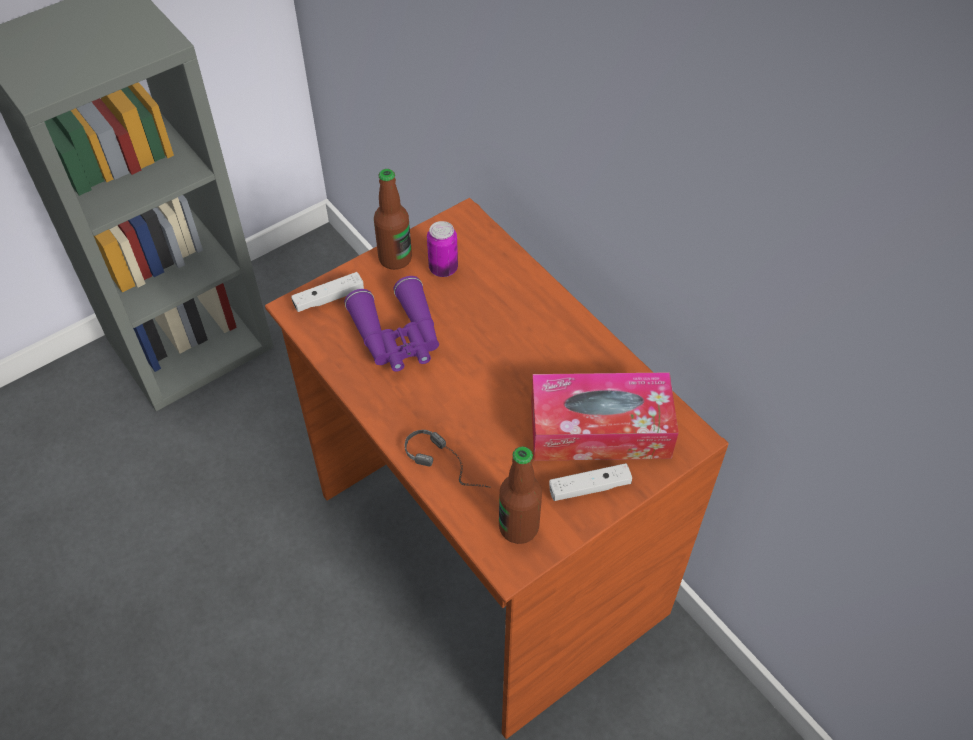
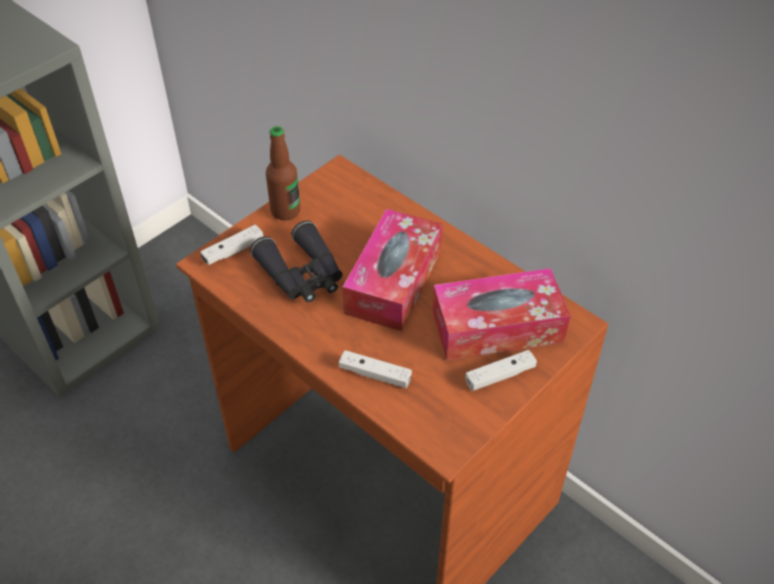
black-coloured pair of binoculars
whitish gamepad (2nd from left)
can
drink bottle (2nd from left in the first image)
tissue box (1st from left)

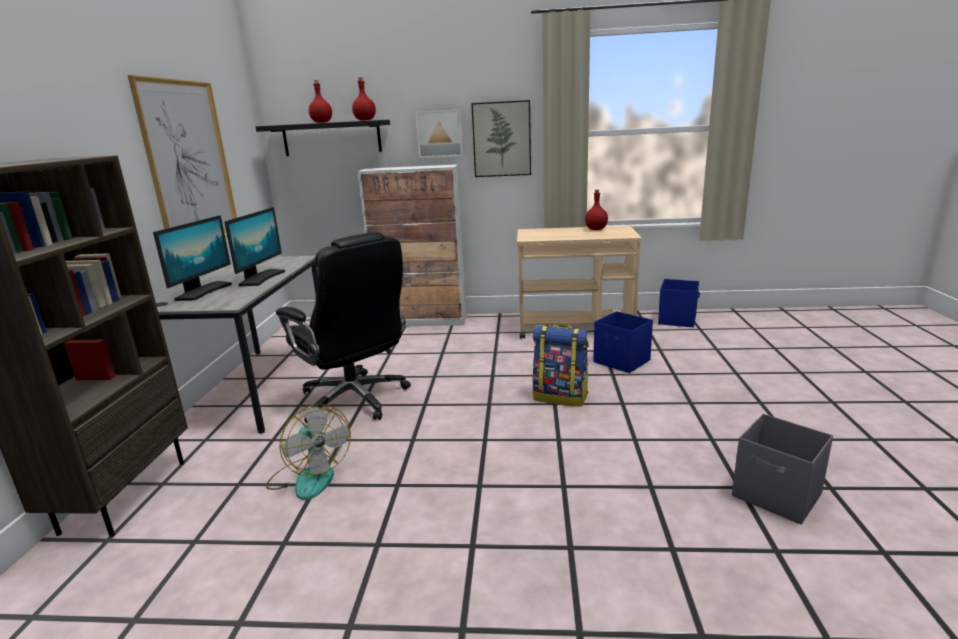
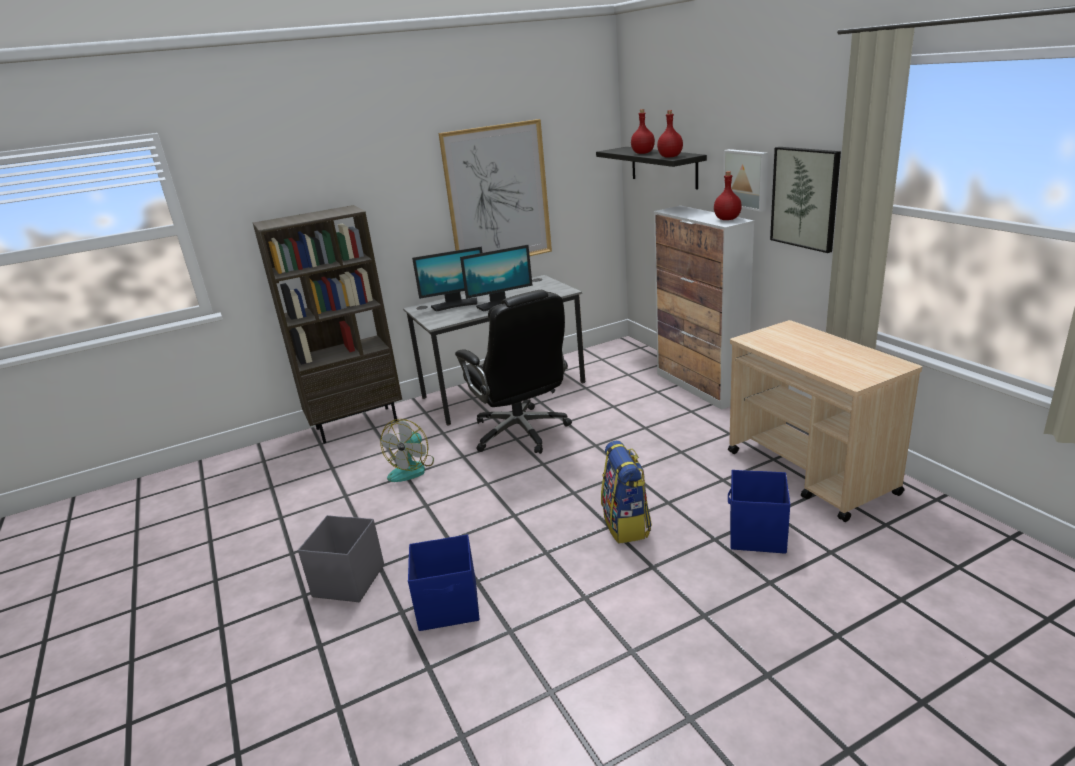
black-coloured computer chair
red drink bottle (3rd from left)
blue-coloured storage bin (1st from left)
greyish storage bin

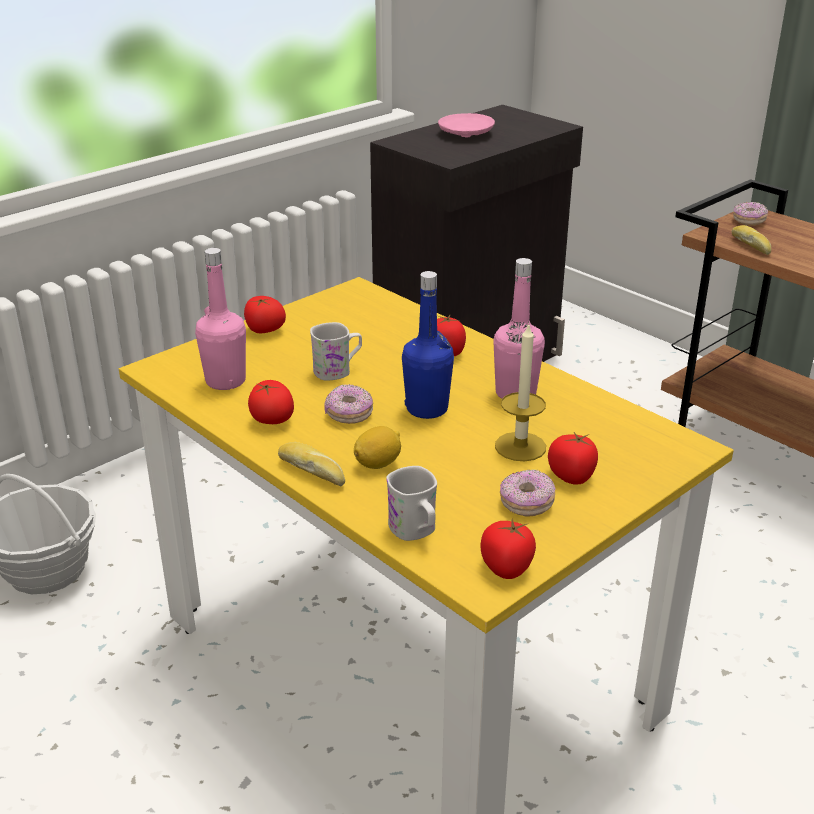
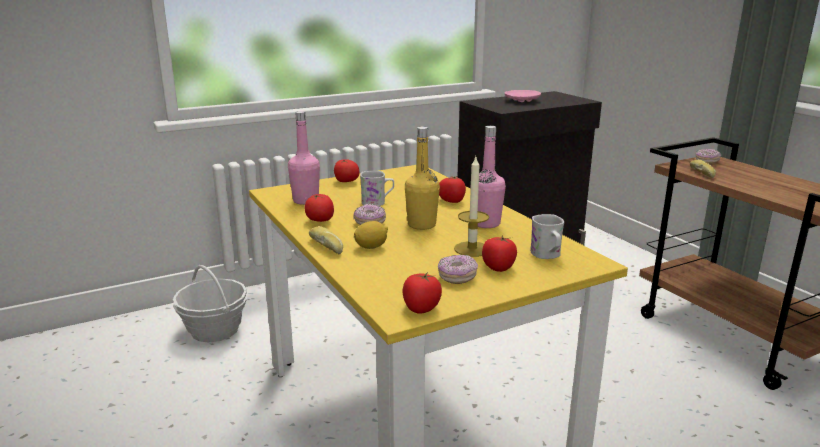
whitish tea mug (2nd from left)
yellowish drink bottle

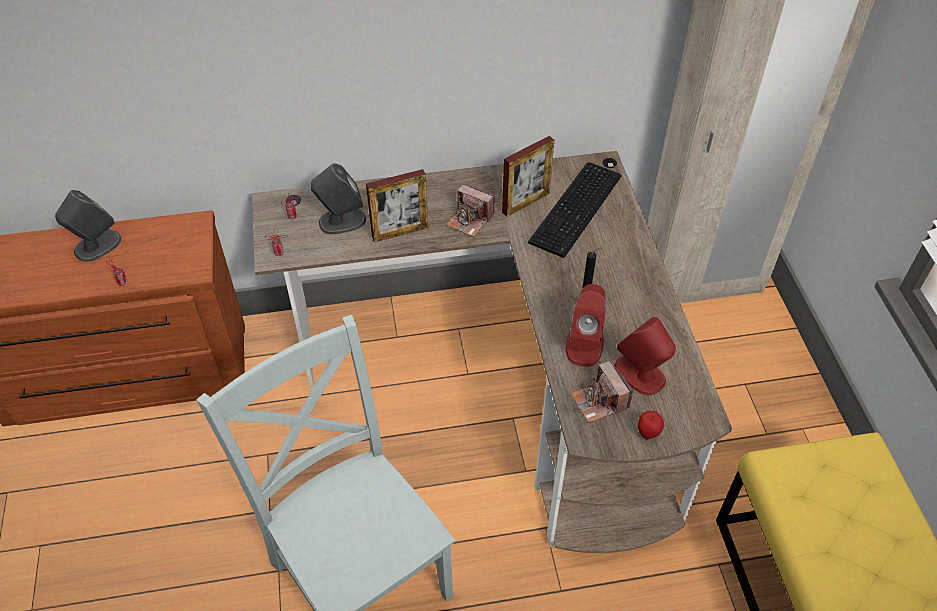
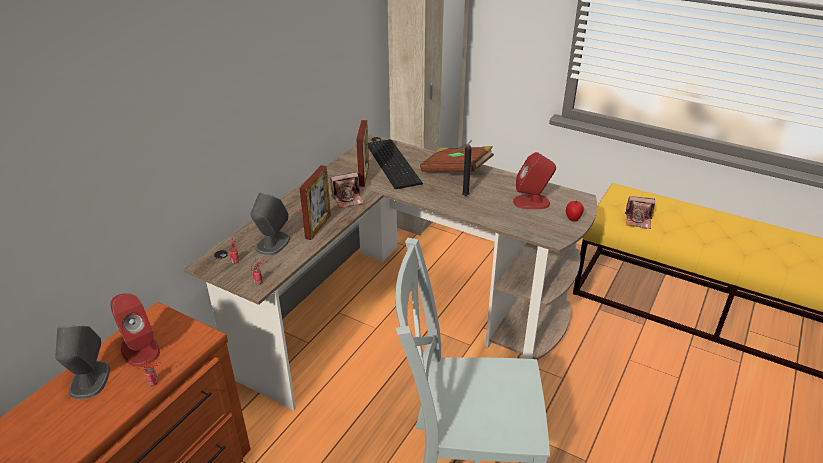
red loudspeaker (1st from left)
still camera (2nd from left)
brownish volume

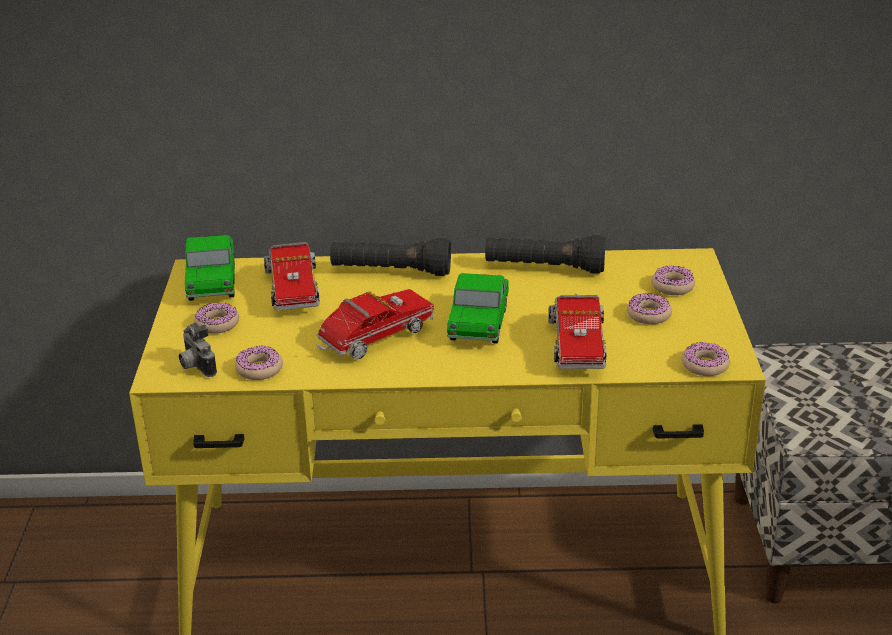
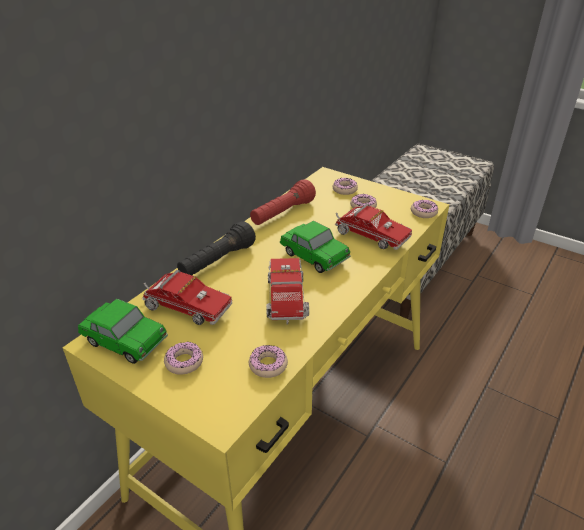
still camera
red flashlight

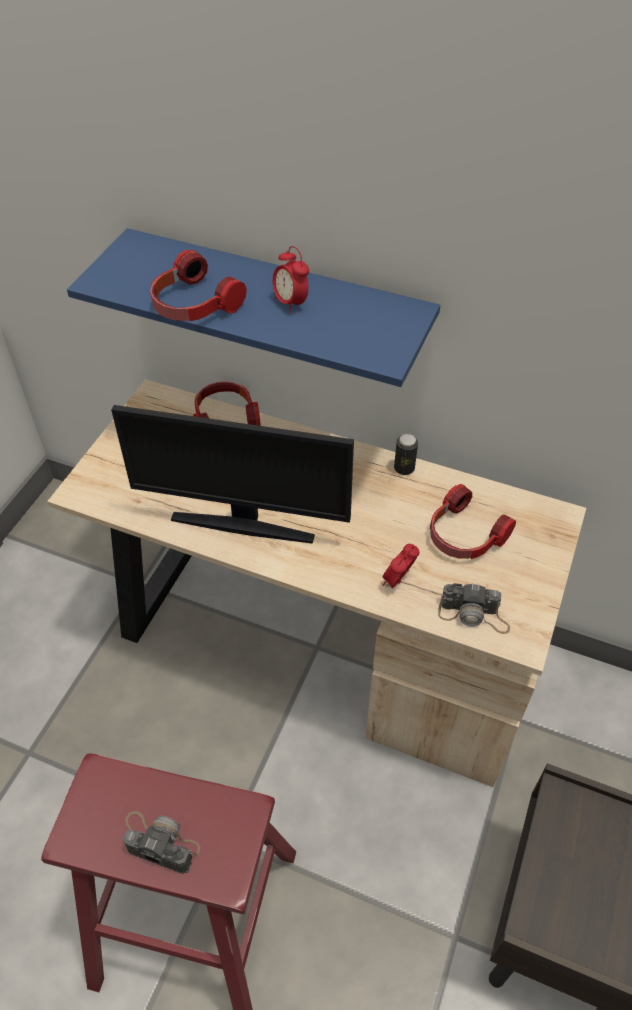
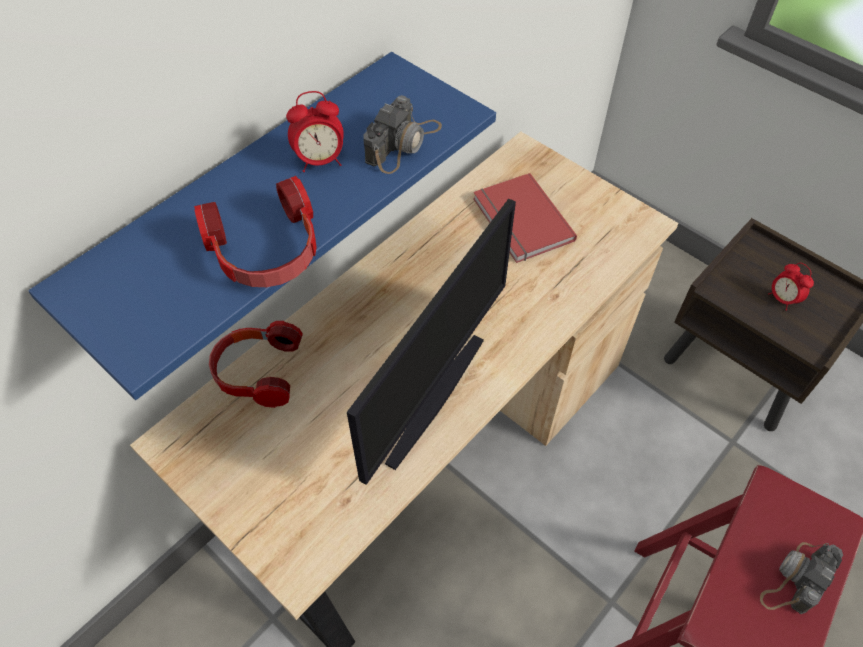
bedside clock (2nd from left)
can
red volume
still camera (1st from left)

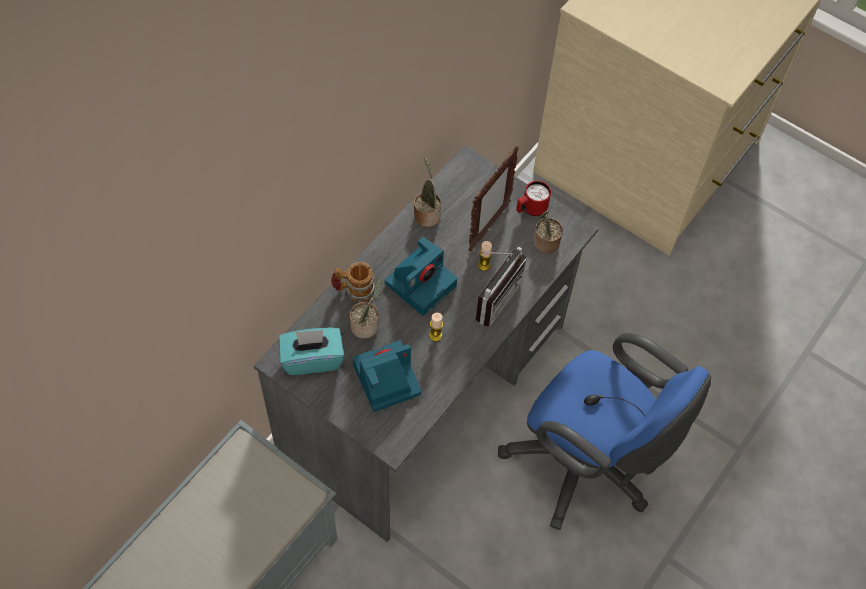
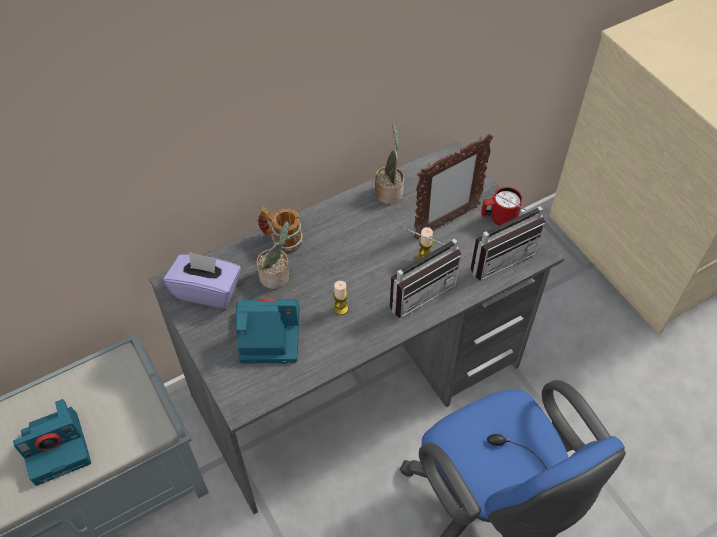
purplish tissue box
still camera (1st from left)
radio (2nd from left)

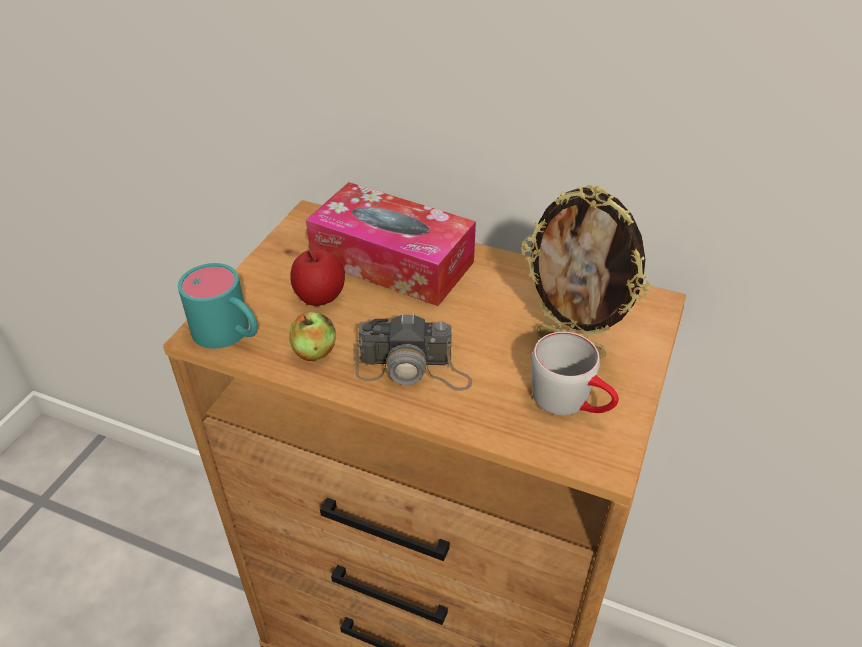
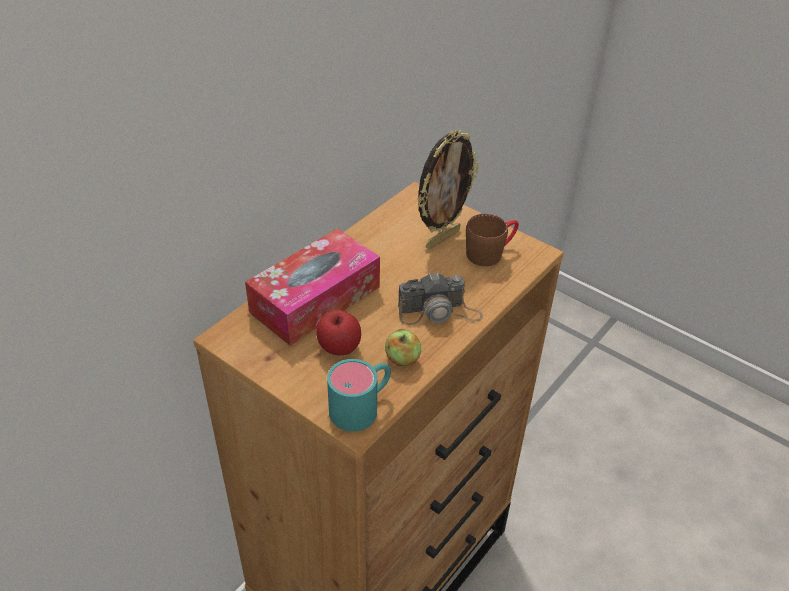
still camera
brownish tea mug

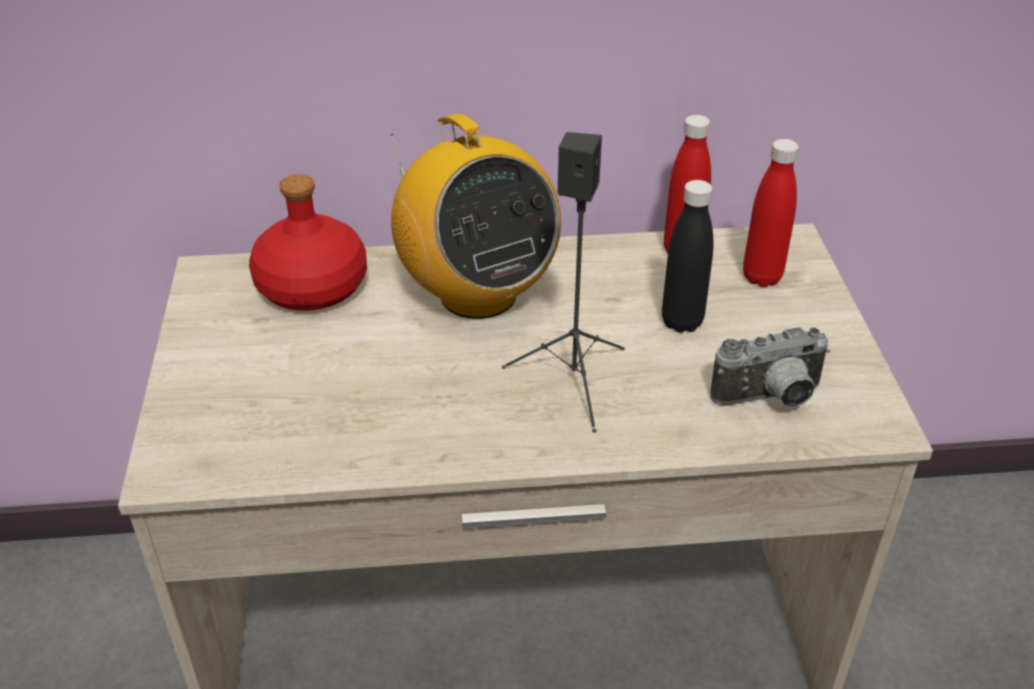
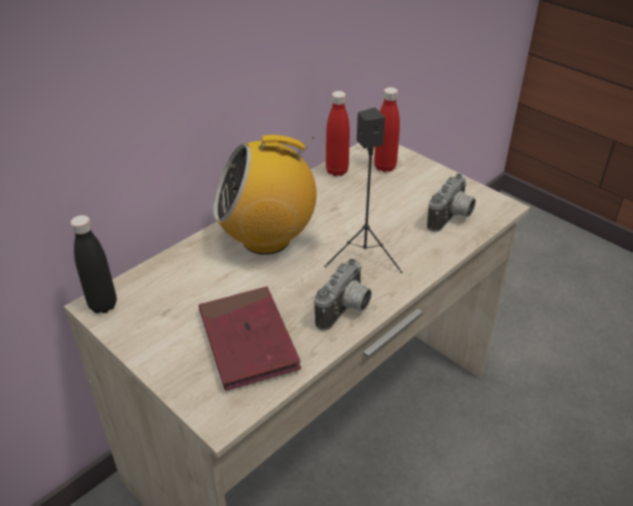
red drink bottle (1st from left in the first image)
radio
black-coloured drink bottle
red volume
still camera (1st from left)

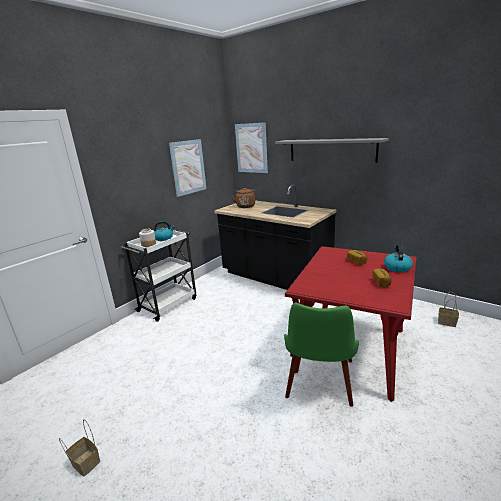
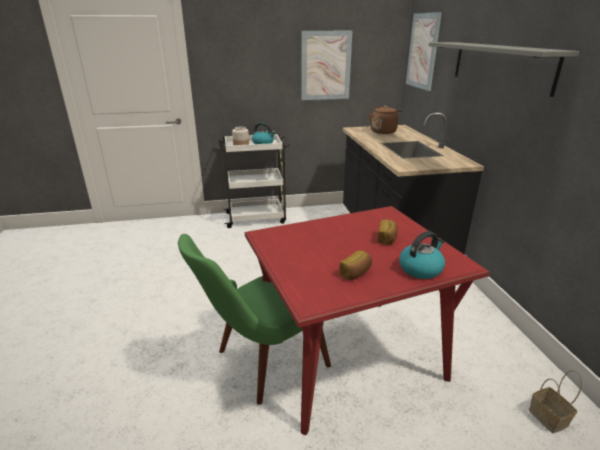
household basket (1st from left in the first image)

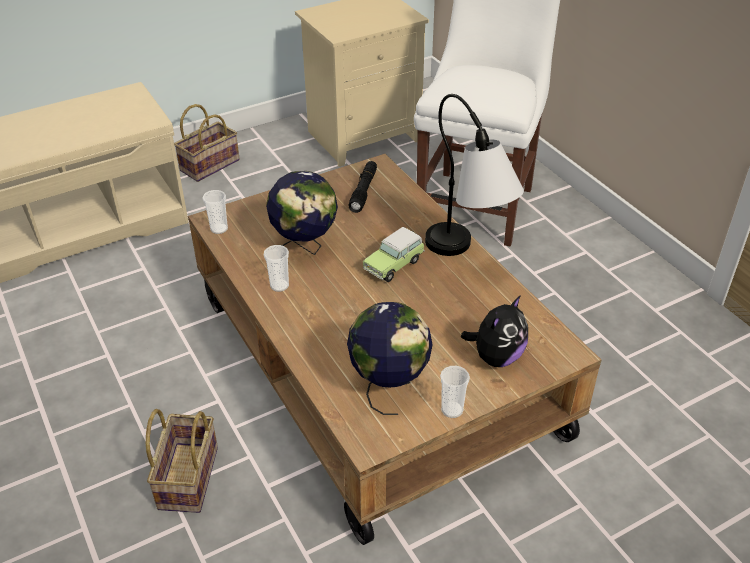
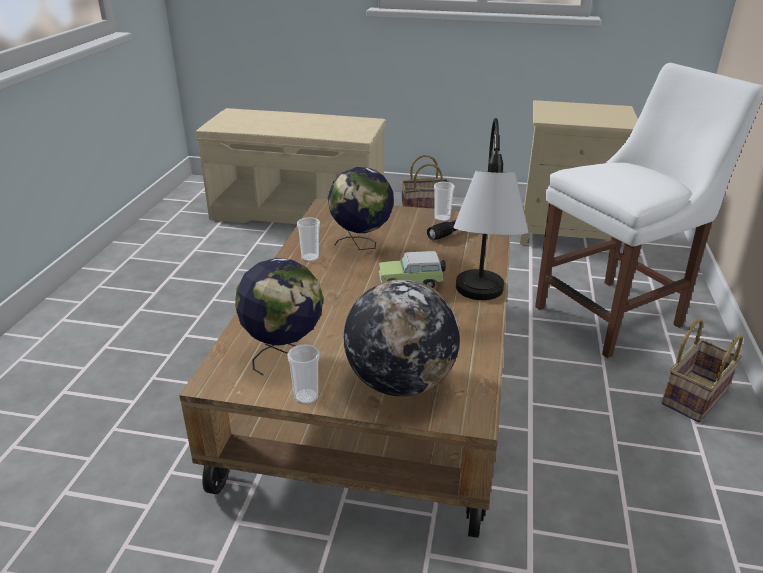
household basket (2nd from left)
cup (3rd from left)
globe (3rd from left)

